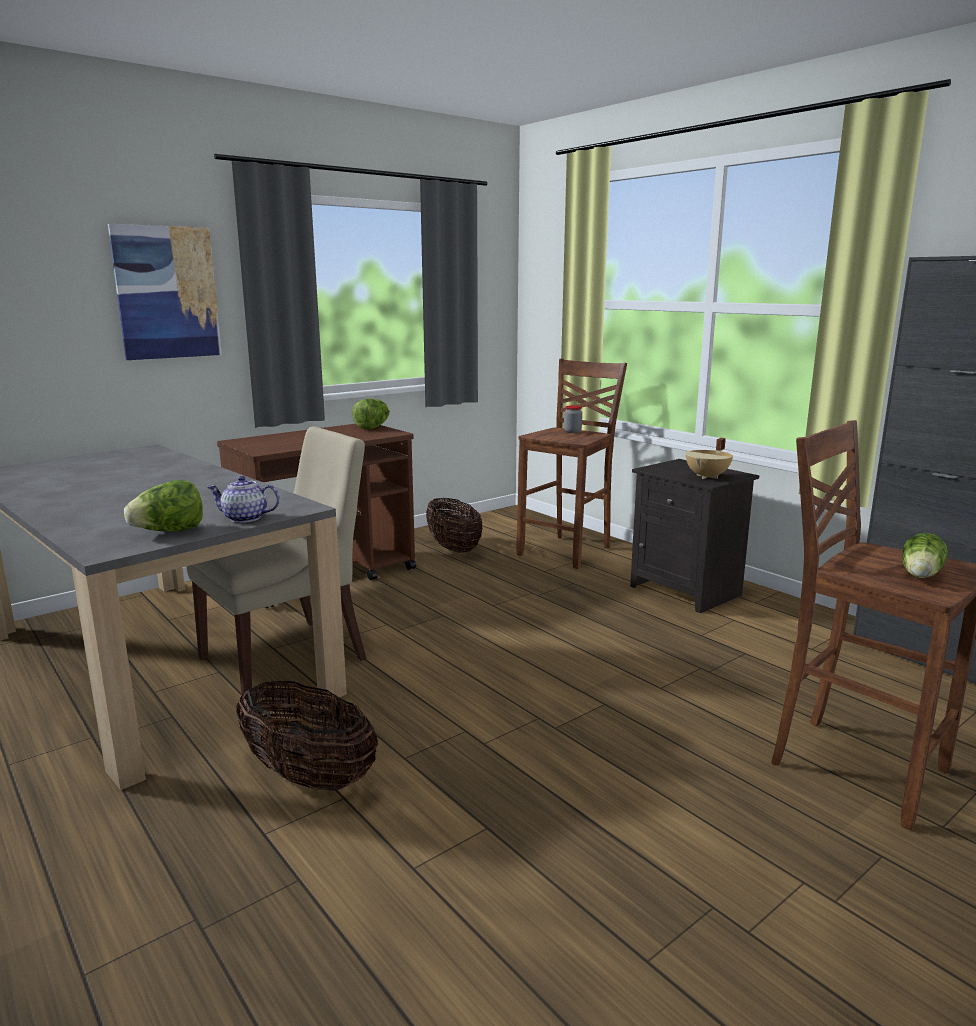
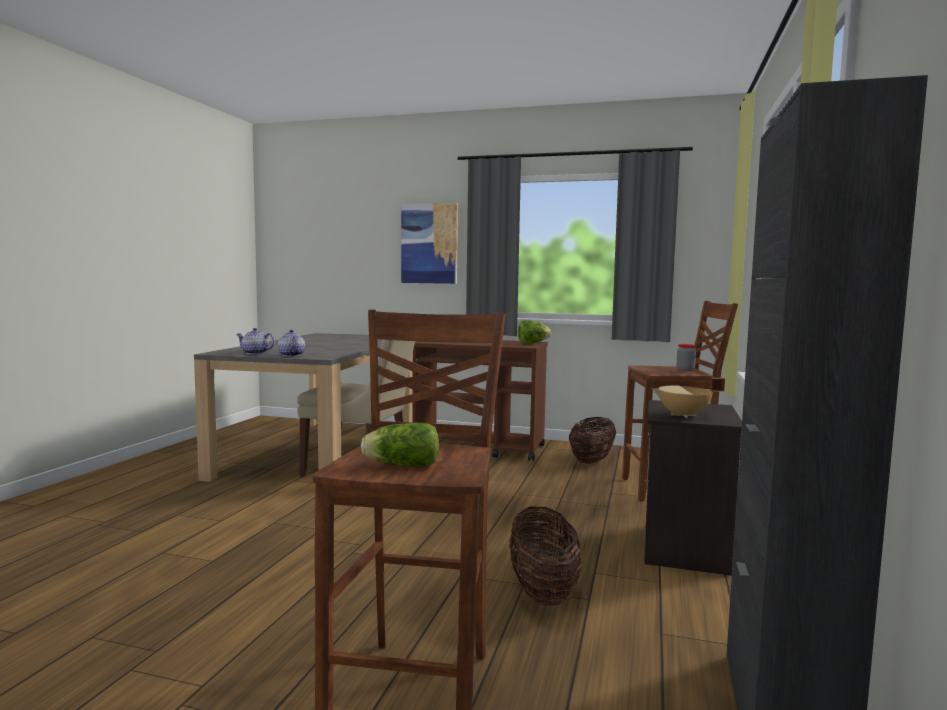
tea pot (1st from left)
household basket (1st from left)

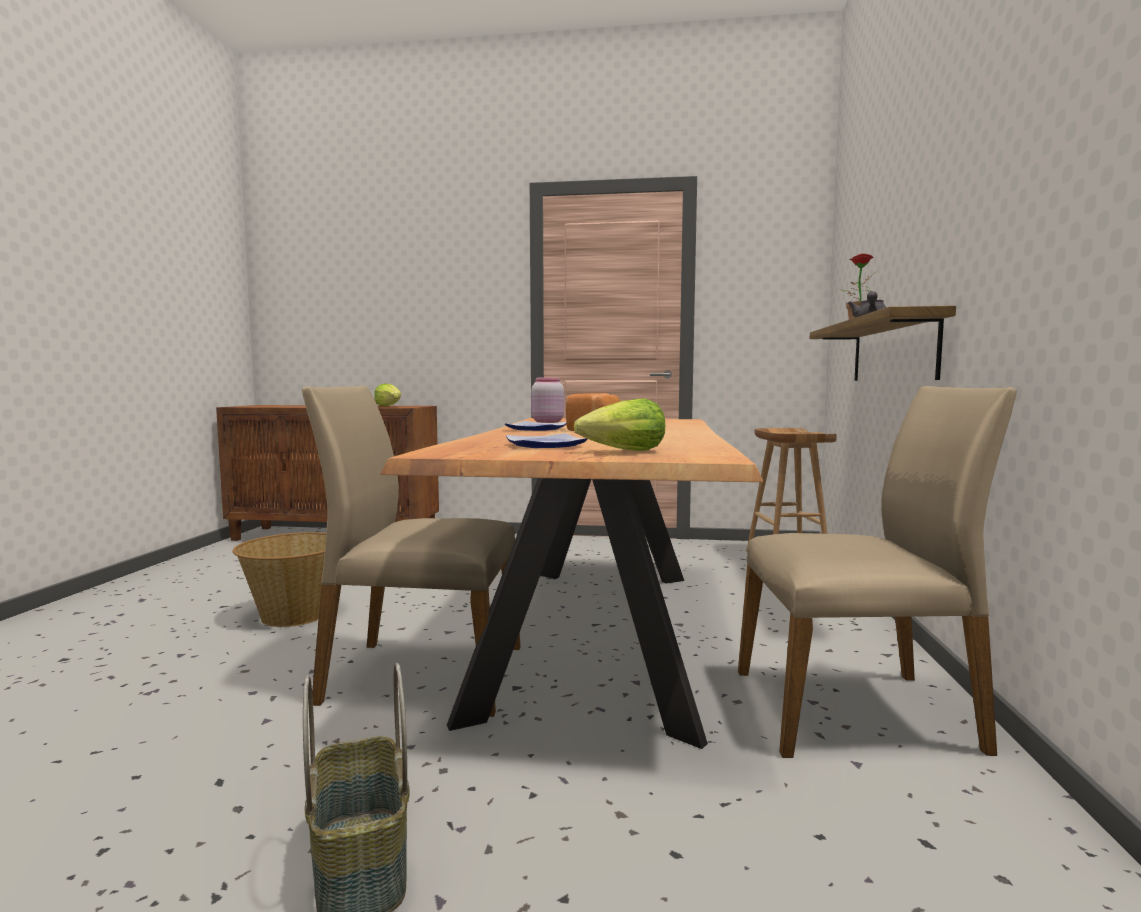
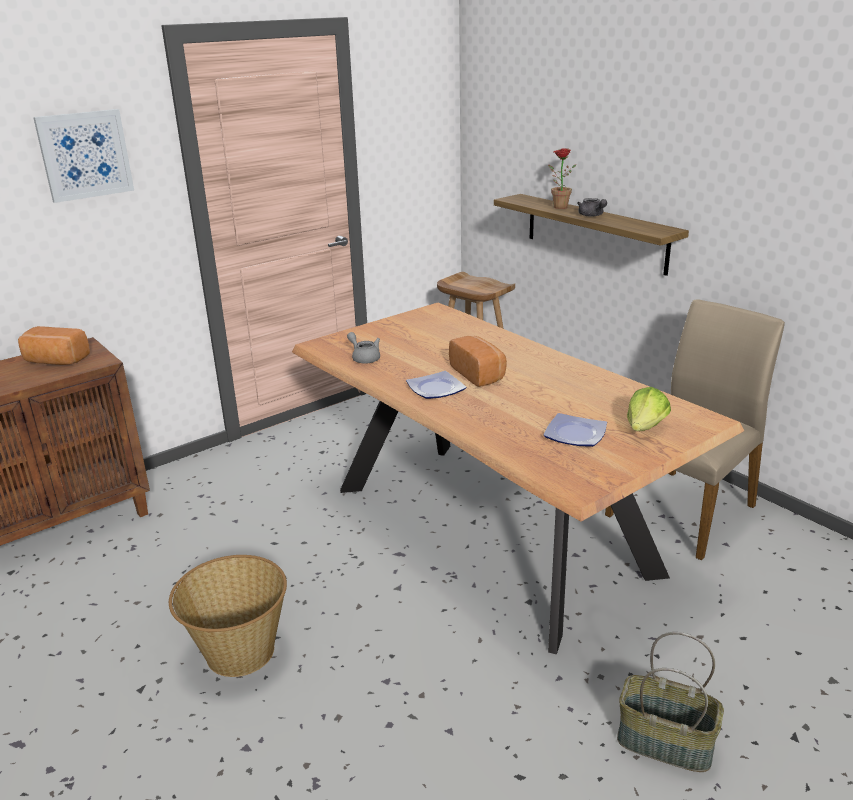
sand-coloured chair (1st from left in the first image)
bakery bread (1st from left)
greyish tea pot (1st from left)
wall art

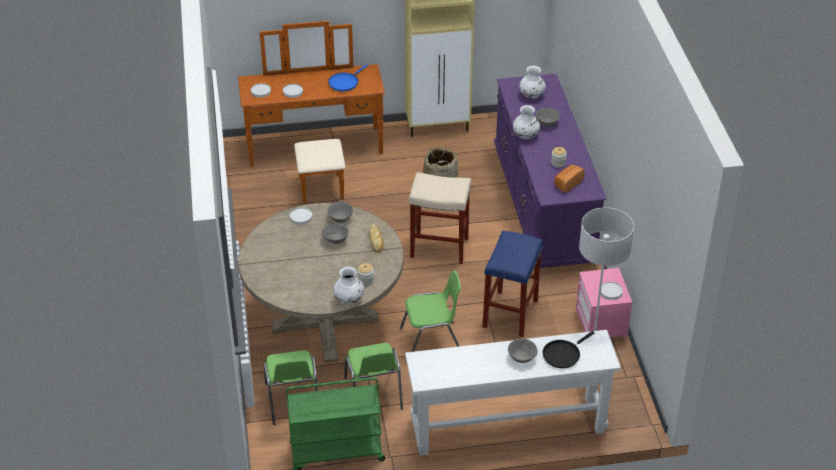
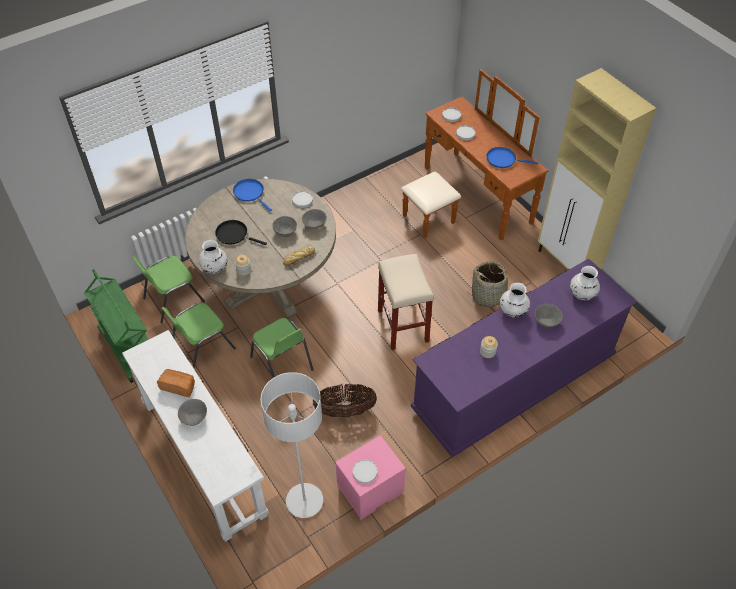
household basket (1st from left)
black-coloured pan
bakery bread (1st from left)
blue-coloured pan (1st from left)

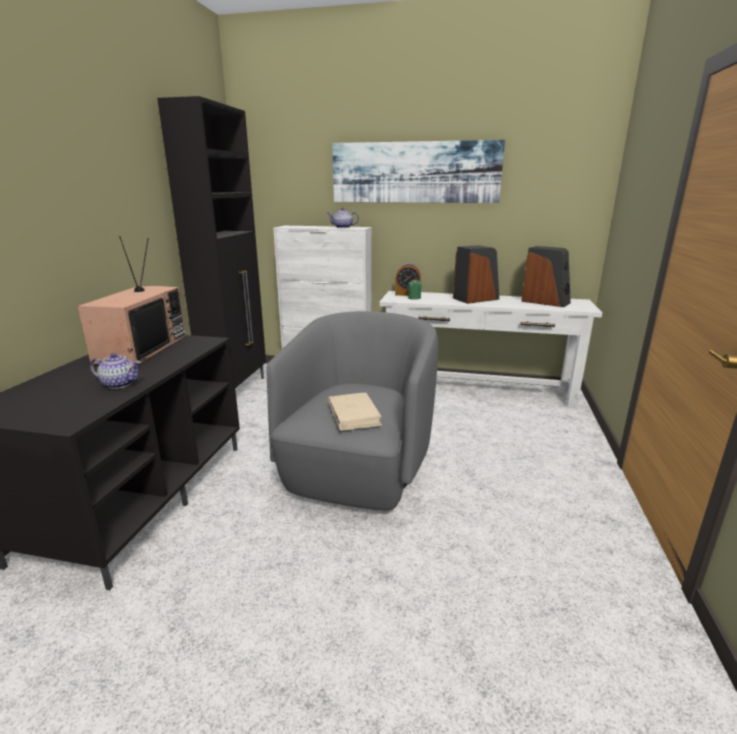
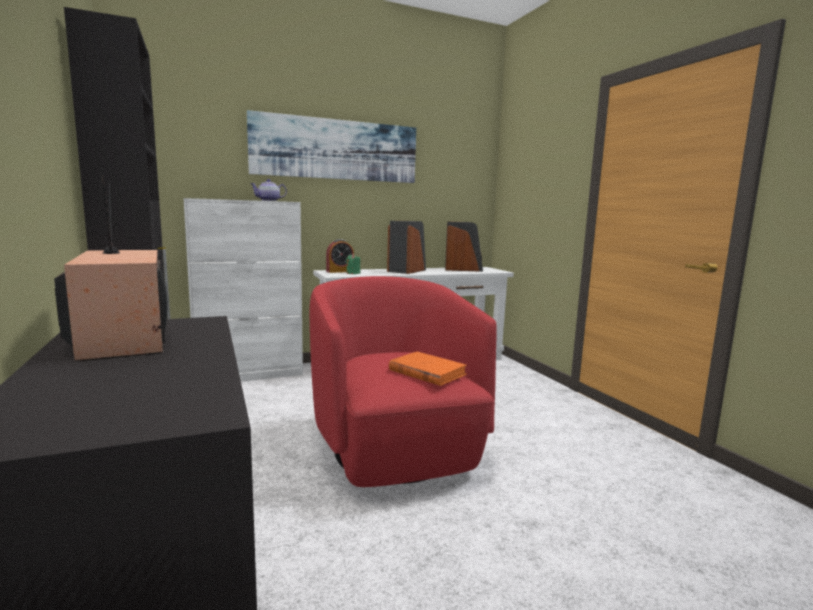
tea pot (1st from left in the first image)
red easy chair
orange-coloured volume

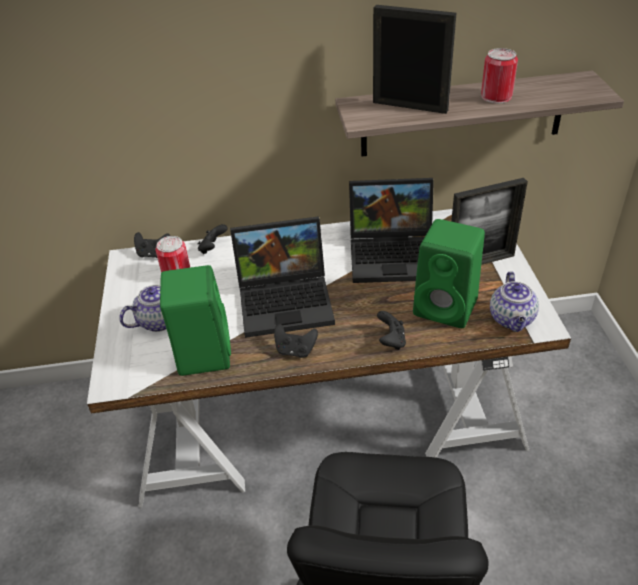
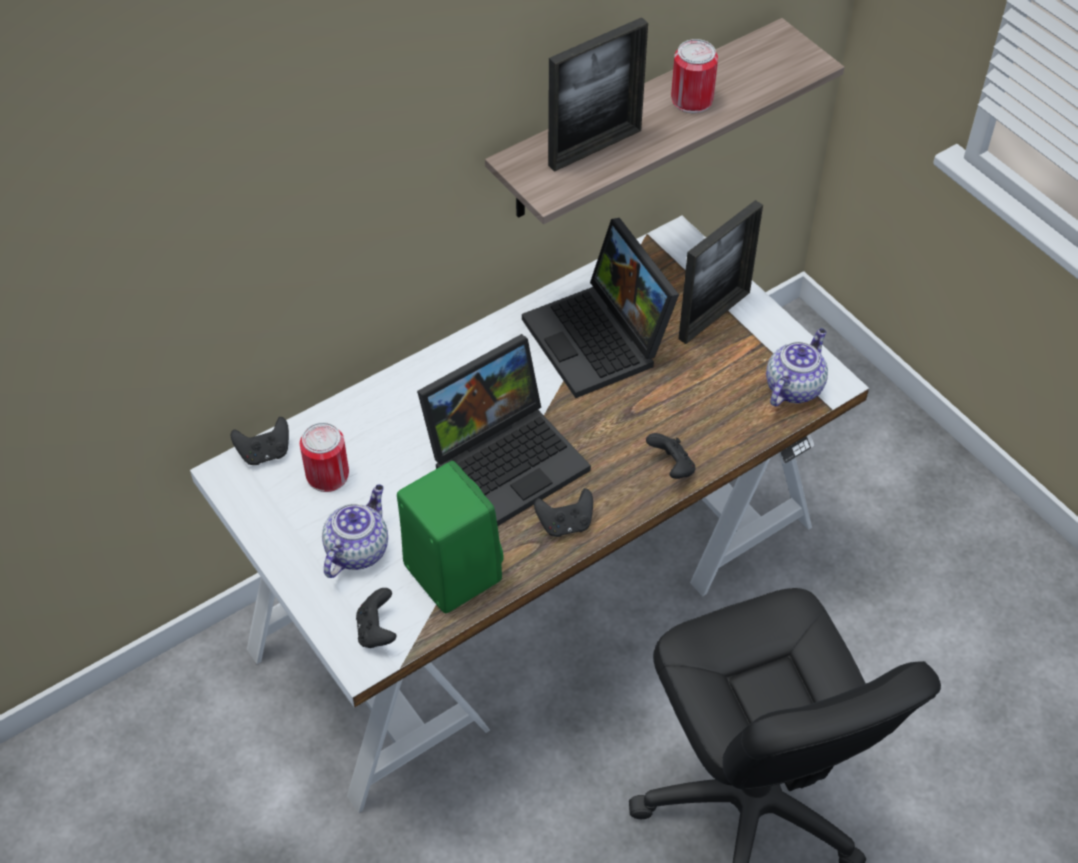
black-coloured gamepad (2nd from left)
laptop (2nd from left)
standing frame (1st from left)
green-coloured loudspeaker (2nd from left in the first image)
tea pot (2nd from left)

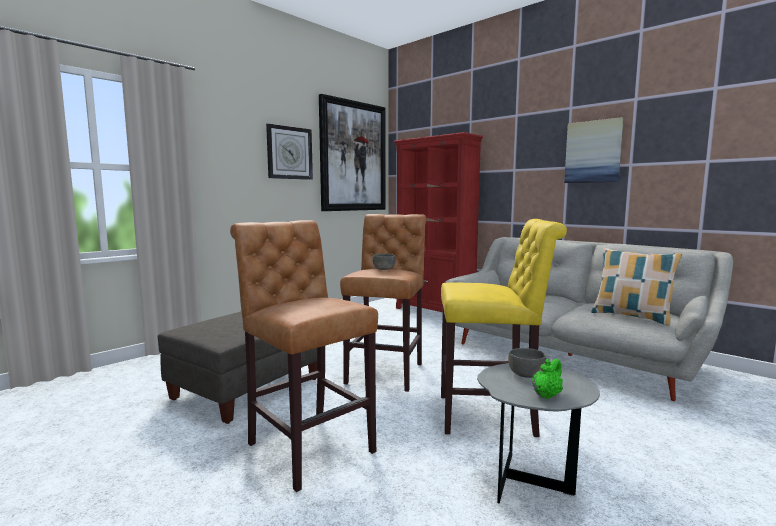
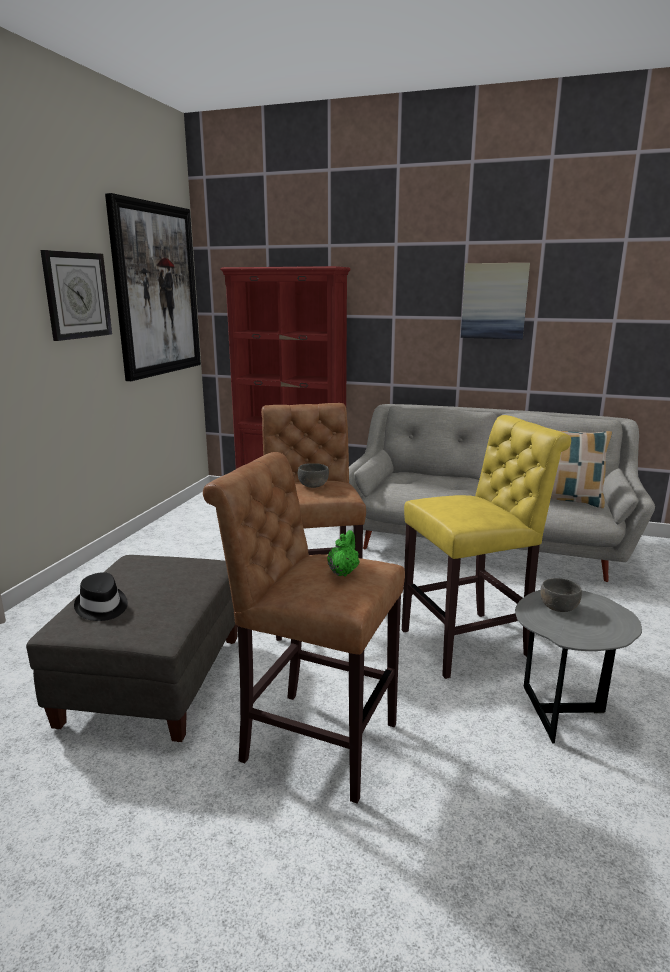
green-coloured tea pot
black-coloured hat

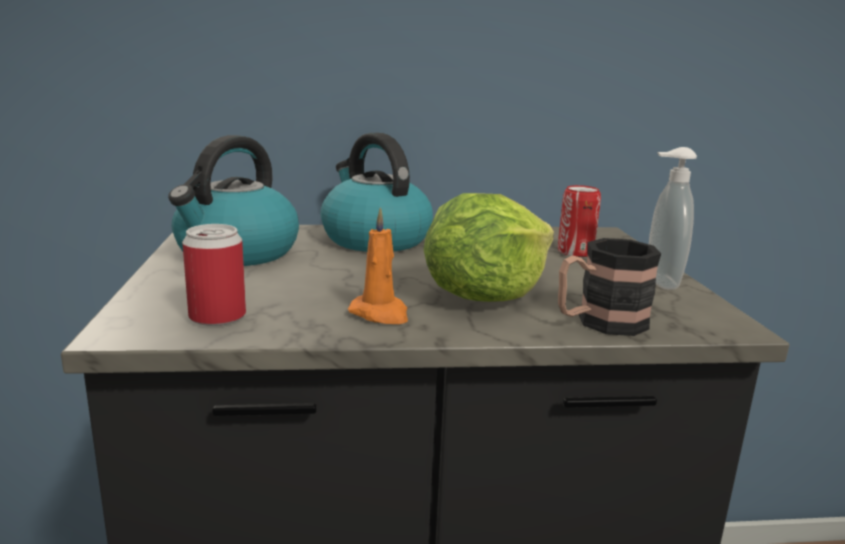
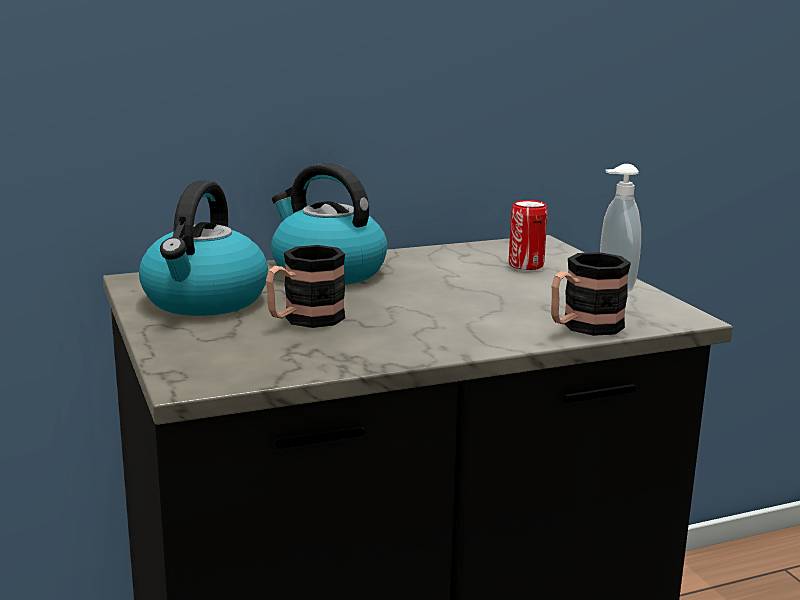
can (1st from left in the first image)
orange-coloured wax candle
head of lettuce
tea mug (1st from left)

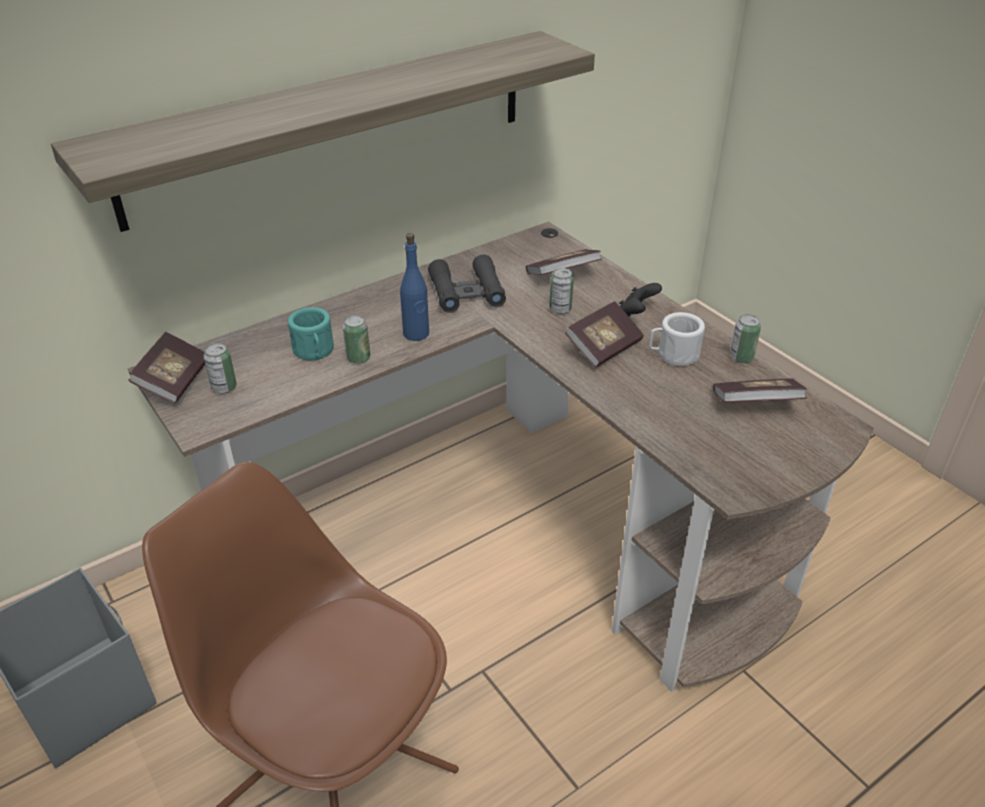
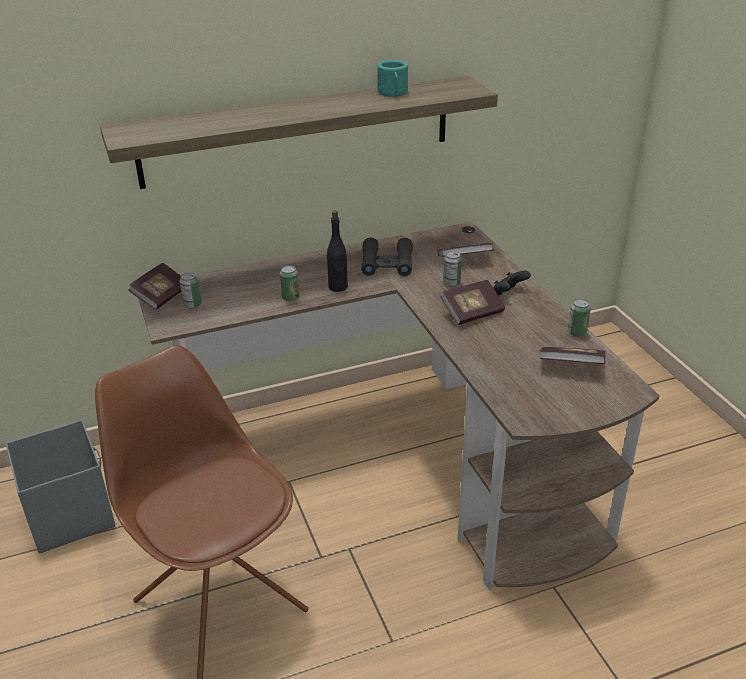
blue-green tea mug
black-coloured drink bottle
whitish tea mug

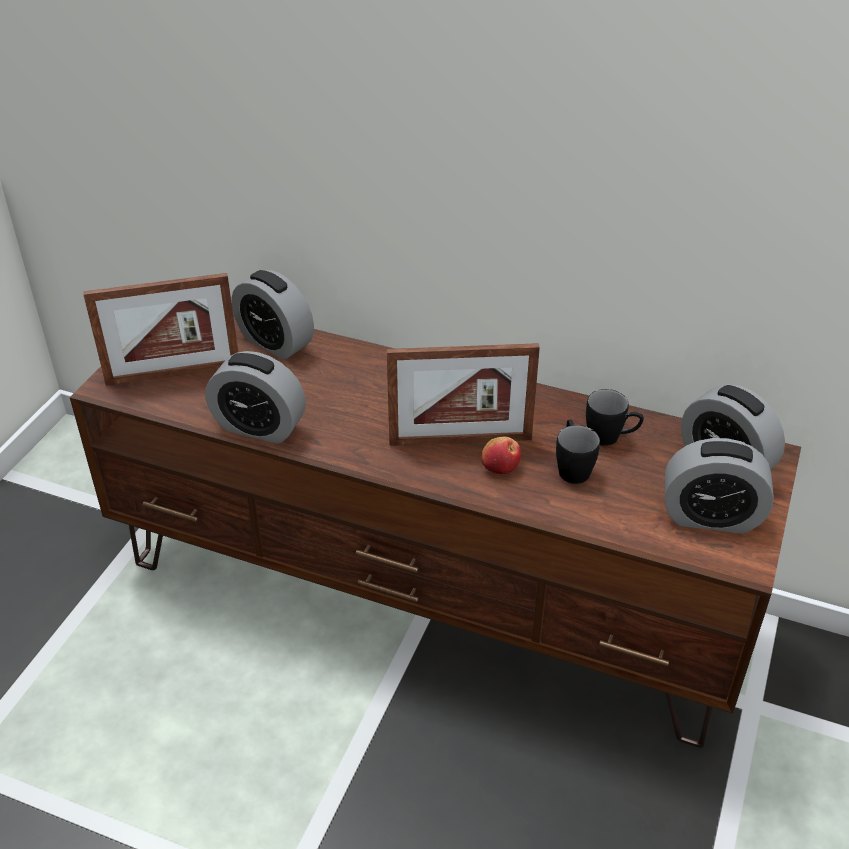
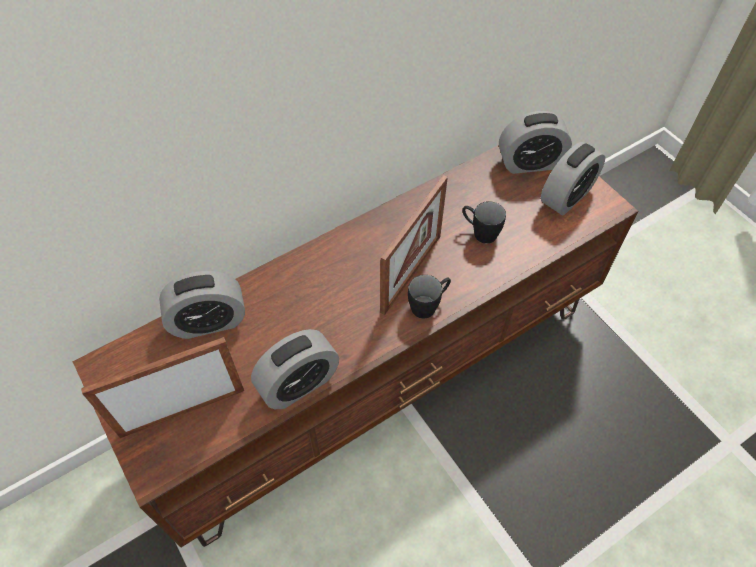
standing frame (1st from left)
whole apple
black-coloured tea mug (1st from left)

